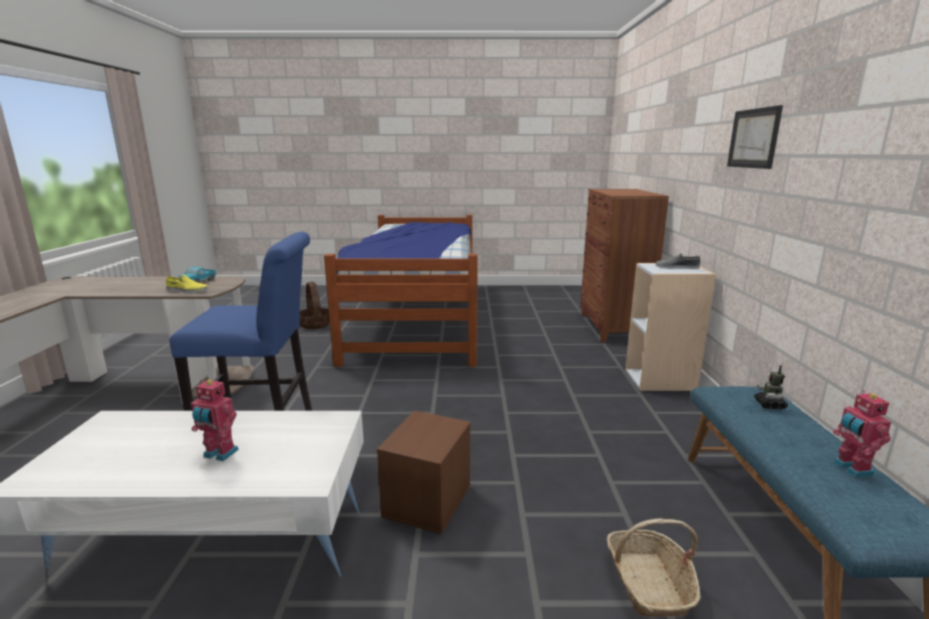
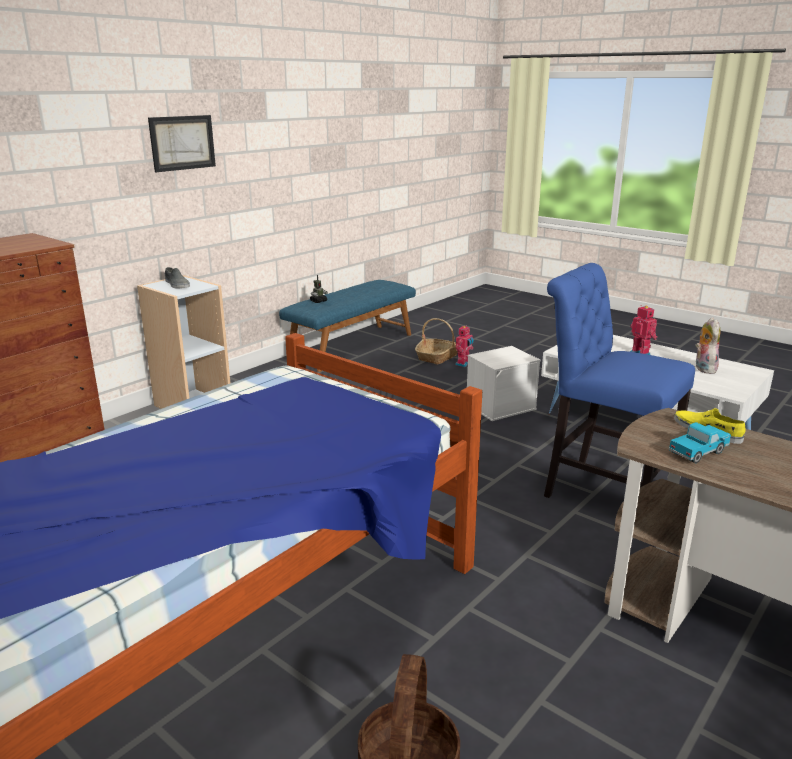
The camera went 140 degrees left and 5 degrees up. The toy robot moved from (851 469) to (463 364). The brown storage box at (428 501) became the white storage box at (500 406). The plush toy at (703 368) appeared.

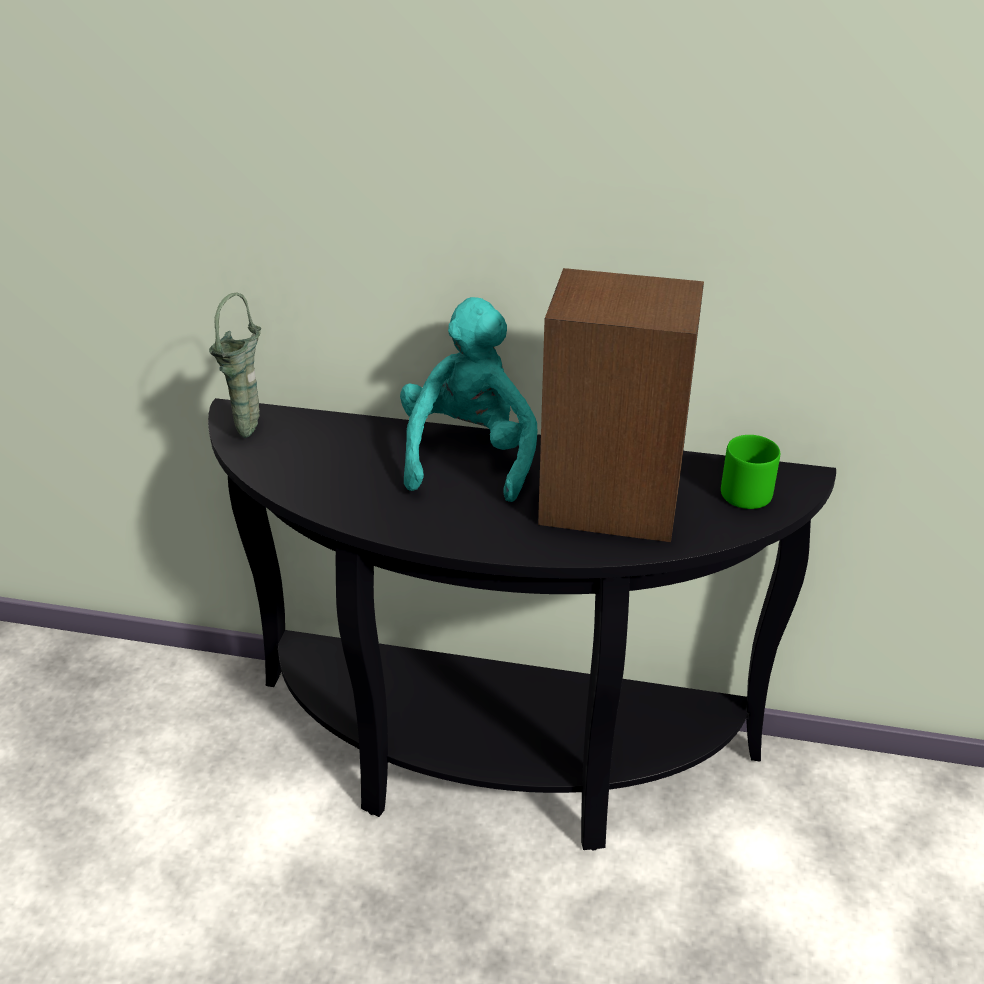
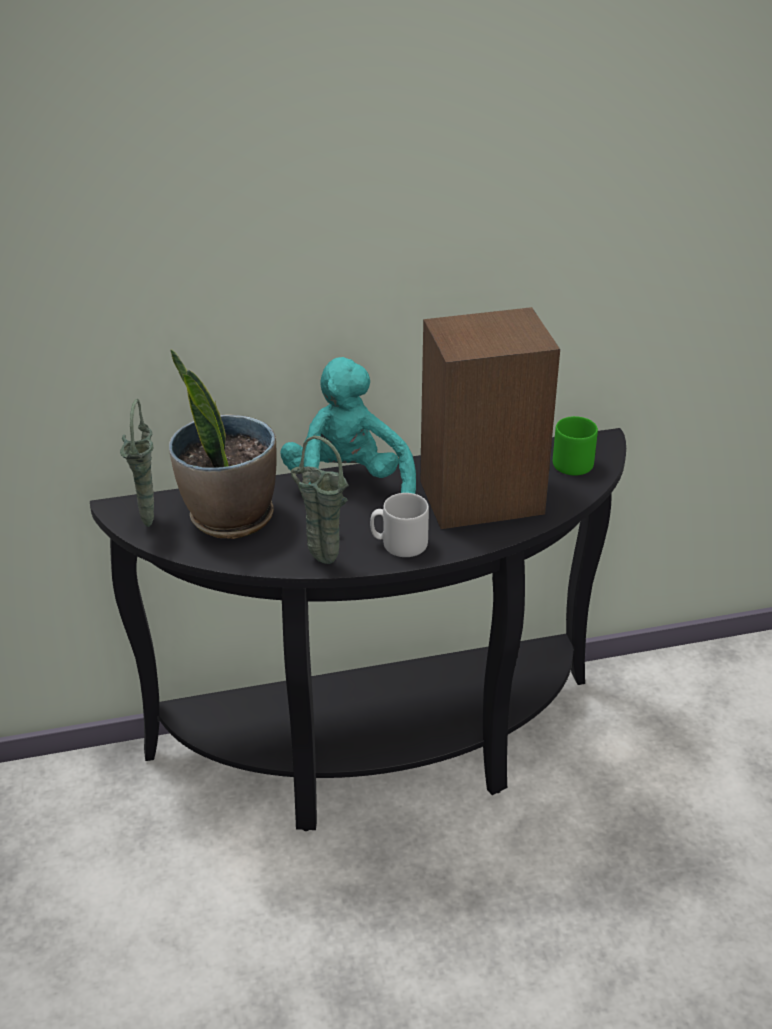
The camera went 25 degrees left and 0 degrees up. The potted plant at (229 517) appeared. The green vase at (320 560) appeared. The grey mug at (399 544) appeared.

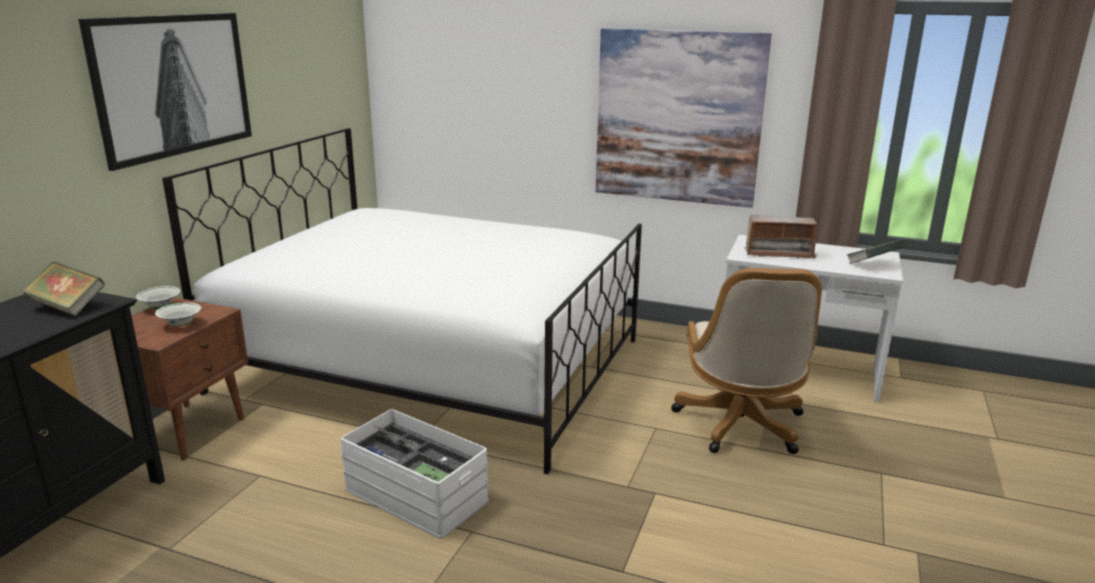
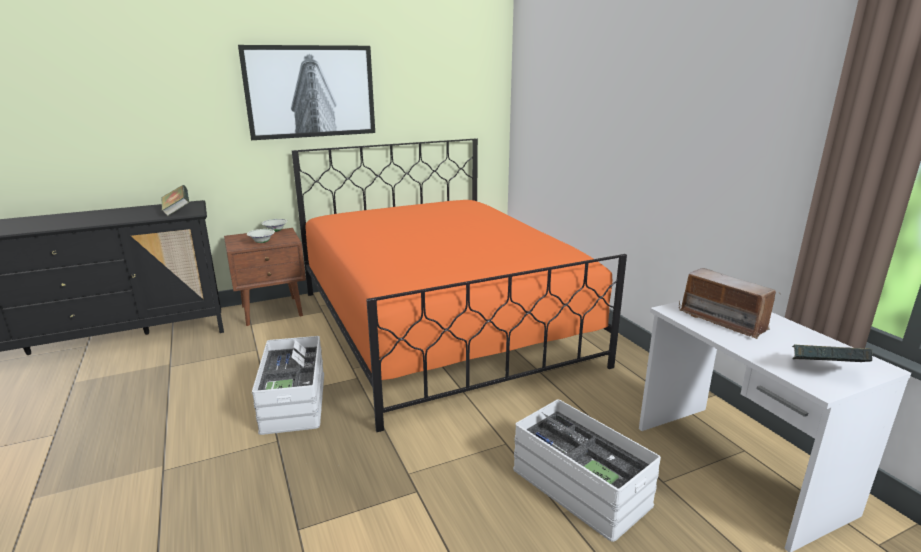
The camera went 45 degrees right and 0 degrees up. The white bed at (433 365) became the orange bed at (440 326). The office chair at (742 428) was replaced by the white storage box at (579 486). The picture at (678 117) disappeared.

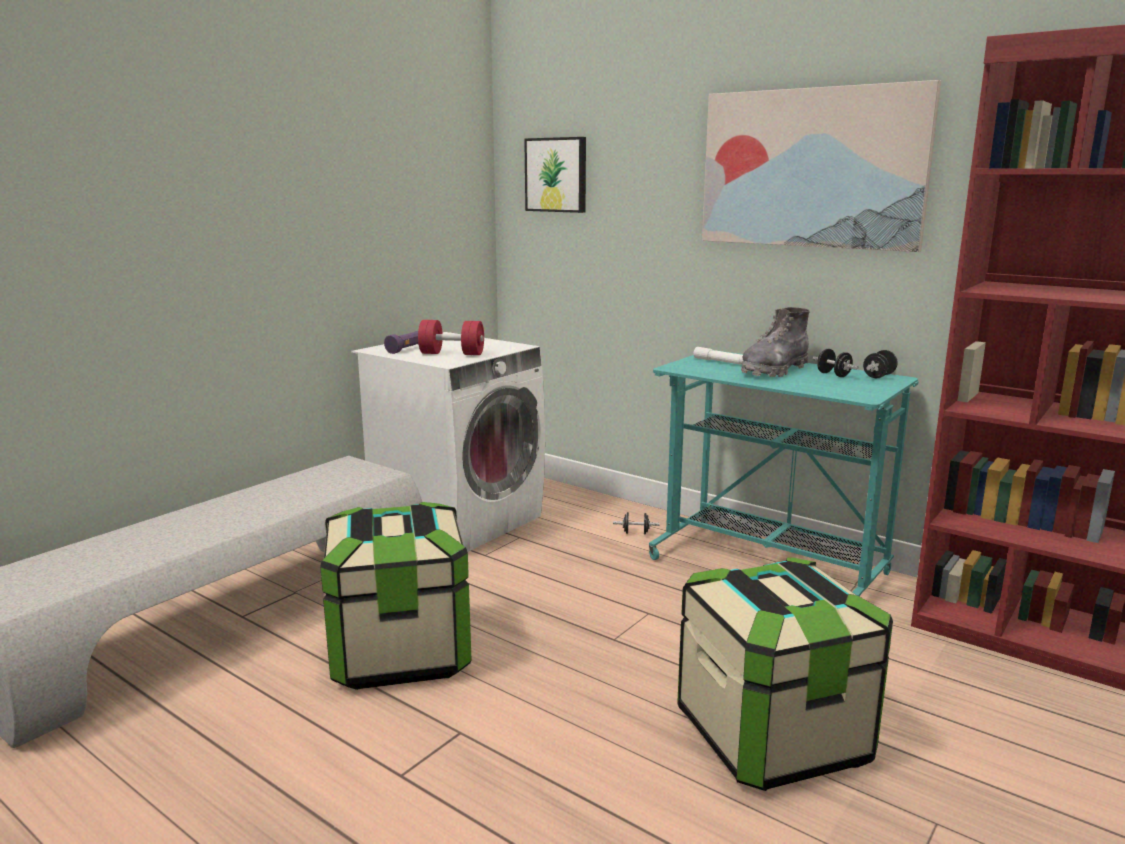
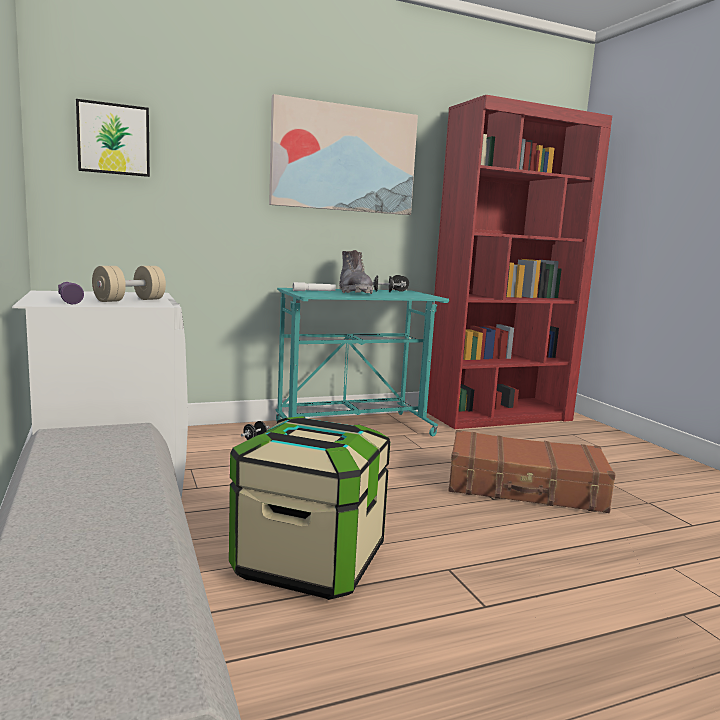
The camera went 60 degrees left and 5 degrees down. The red dumbbell at (452 354) became the beige dumbbell at (130 300). The storage box at (773 737) was replaced by the brown suitcase at (525 487).

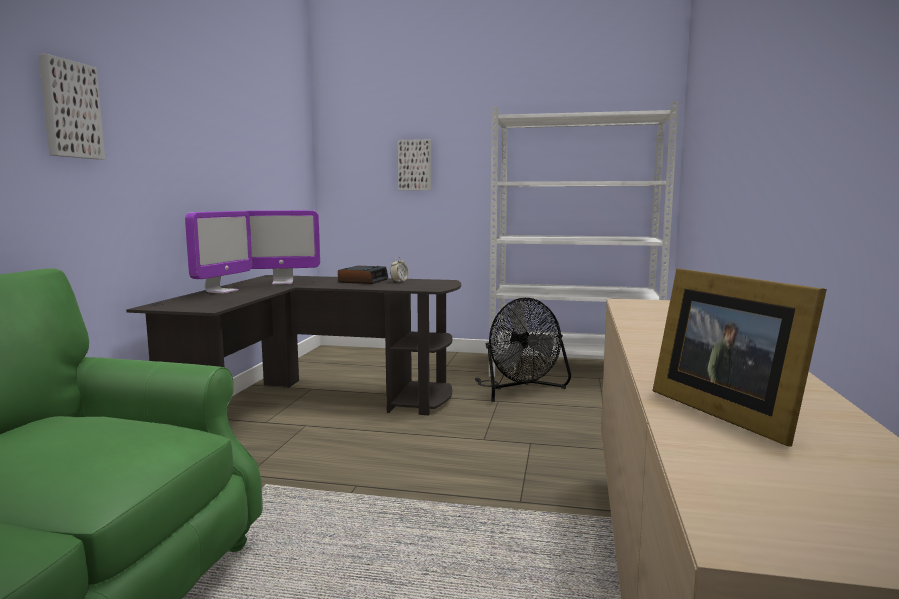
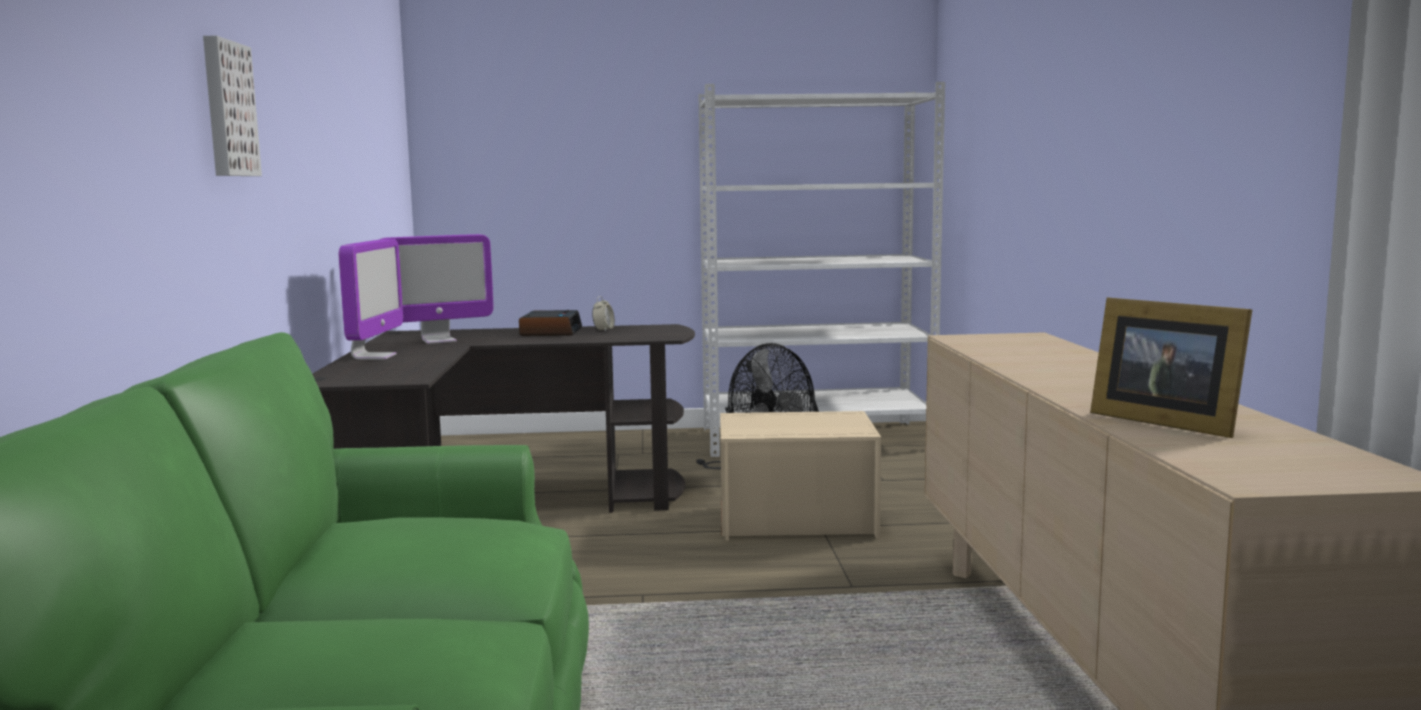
The camera went 15 degrees left and 0 degrees up. The beige storage box at (796 520) appeared. The picture at (415 165) disappeared.

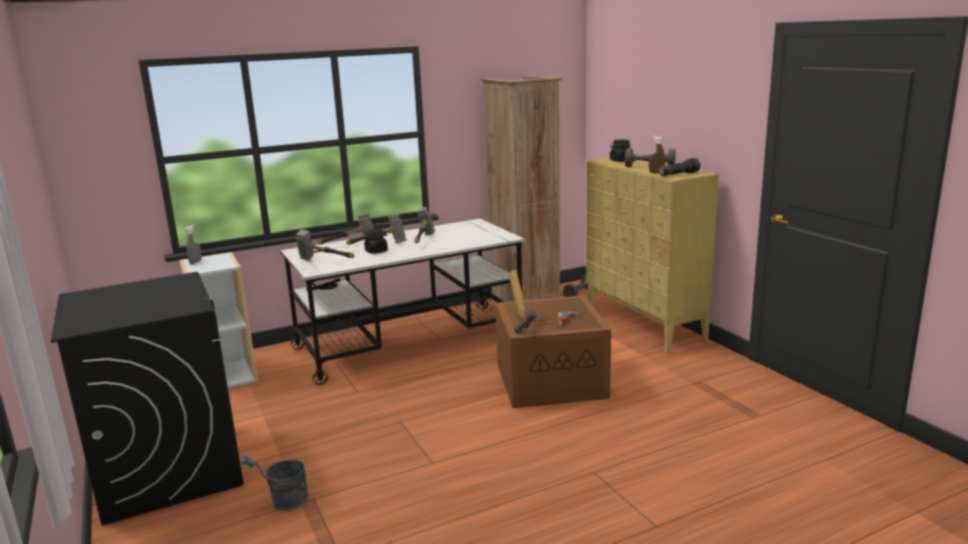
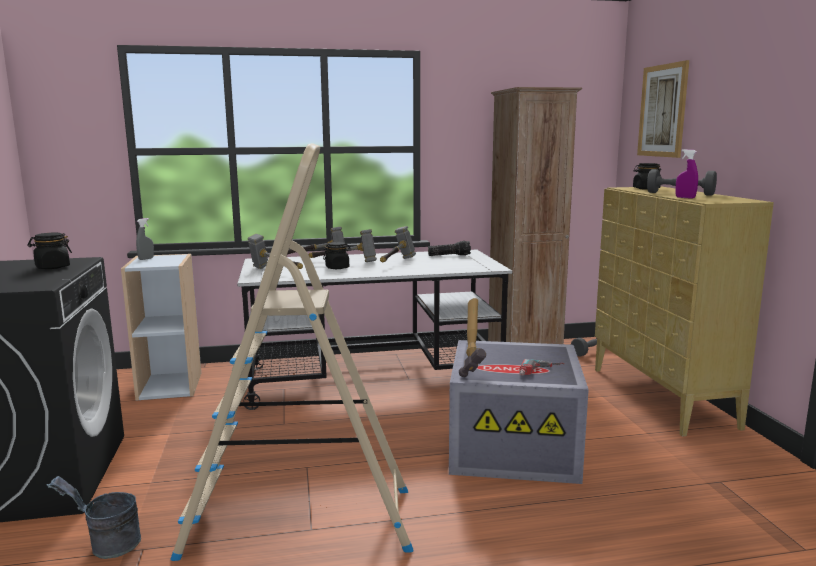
The camera went 15 degrees right and 5 degrees down. The black jar at (52 267) appeared. The beige step ladder at (297 523) appeared. The flashlight moved from (678 174) to (449 255). The brown storage box at (552 380) became the grey storage box at (515 446). The picture at (662 111) appeared. The brown spray bottle at (656 173) became the purple spray bottle at (685 198).

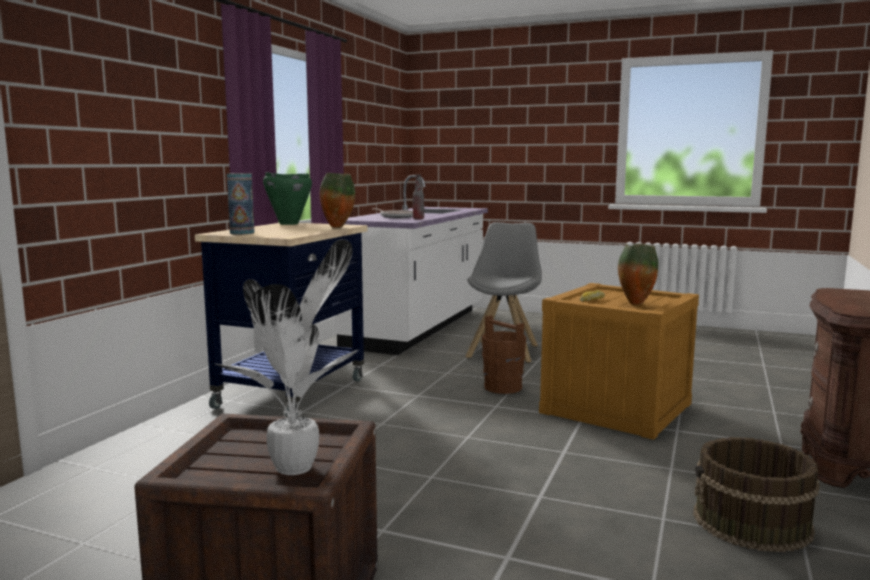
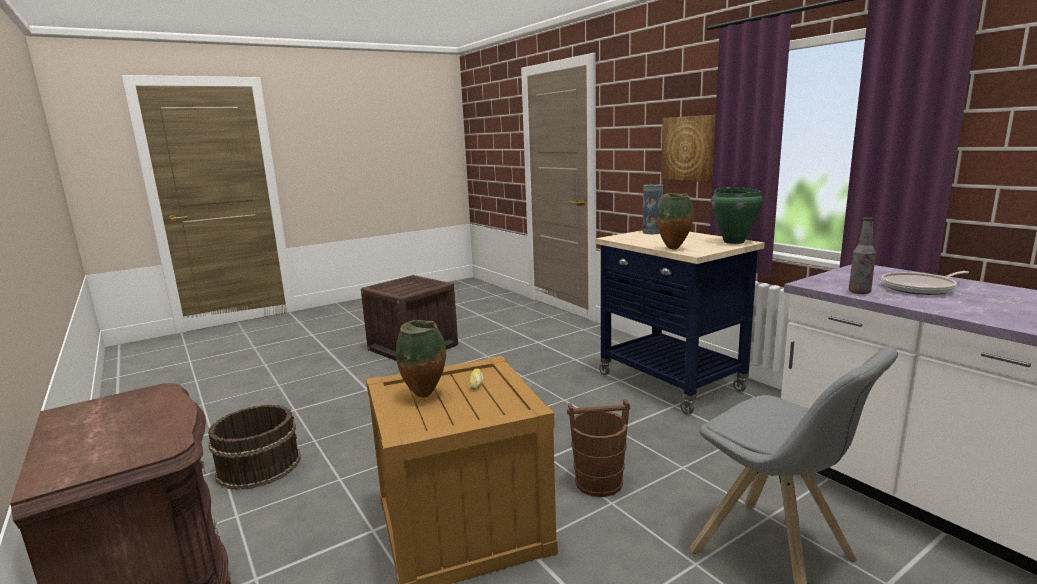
The camera went 125 degrees right and 5 degrees up. The picture at (689 148) appeared. The potted plant at (298 466) disappeared.

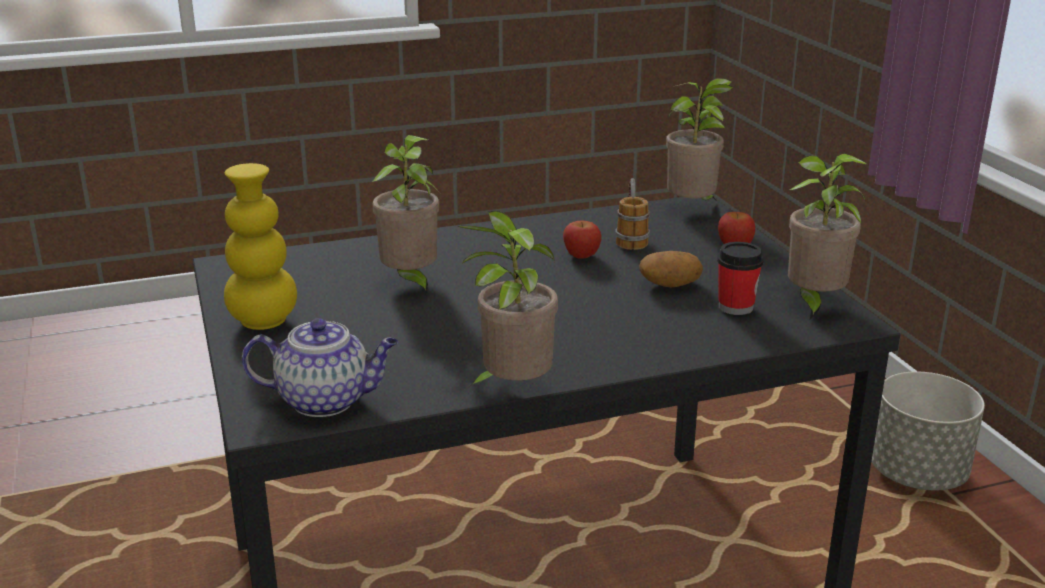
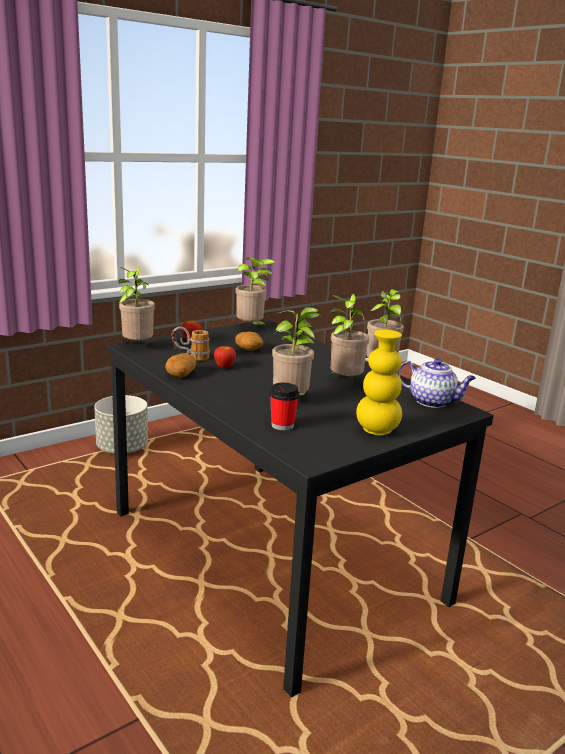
The camera went 110 degrees left and 5 degrees down. The potato at (180 374) appeared. The cup moved from (735 307) to (282 425). The potted plant at (343 382) appeared. The teapot at (326 400) turned 135 degrees clockwise.

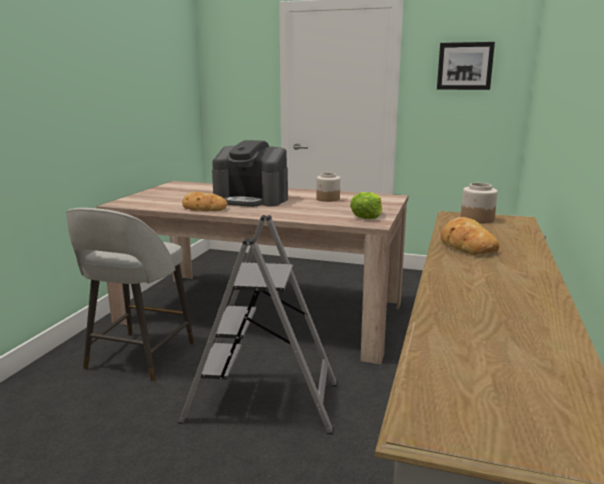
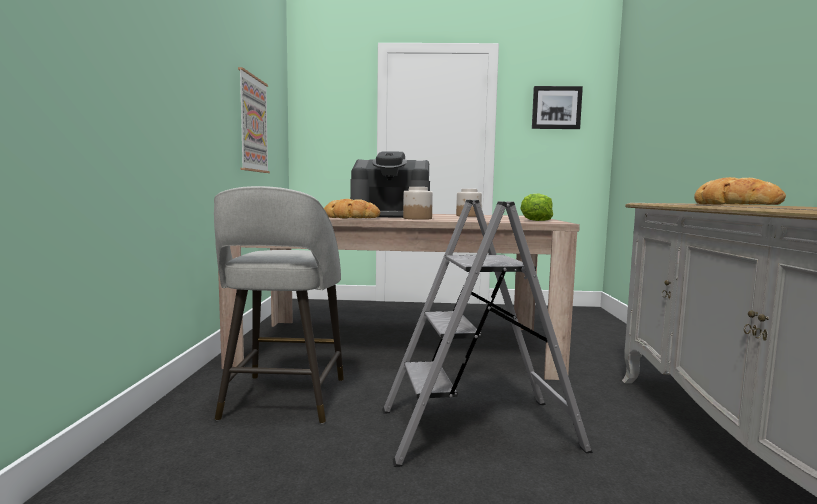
The camera went 15 degrees left and 10 degrees down. The picture at (253 124) appeared. The jar moved from (476 219) to (417 218).

